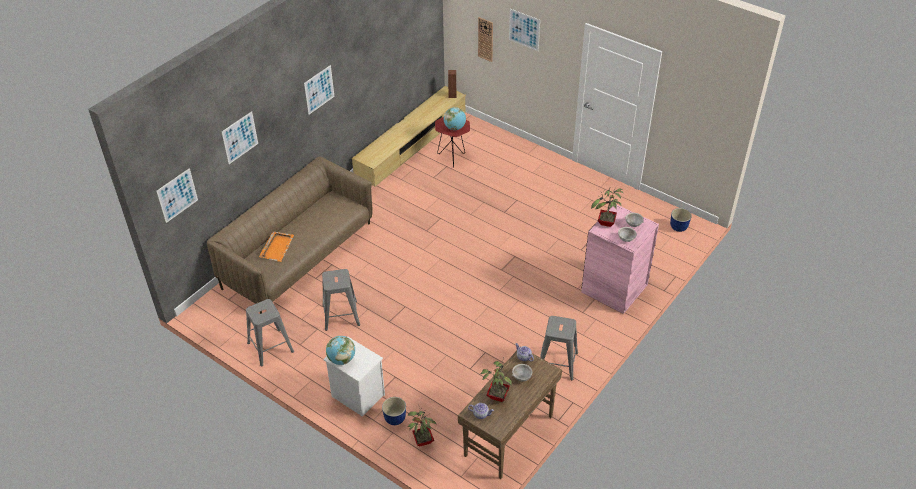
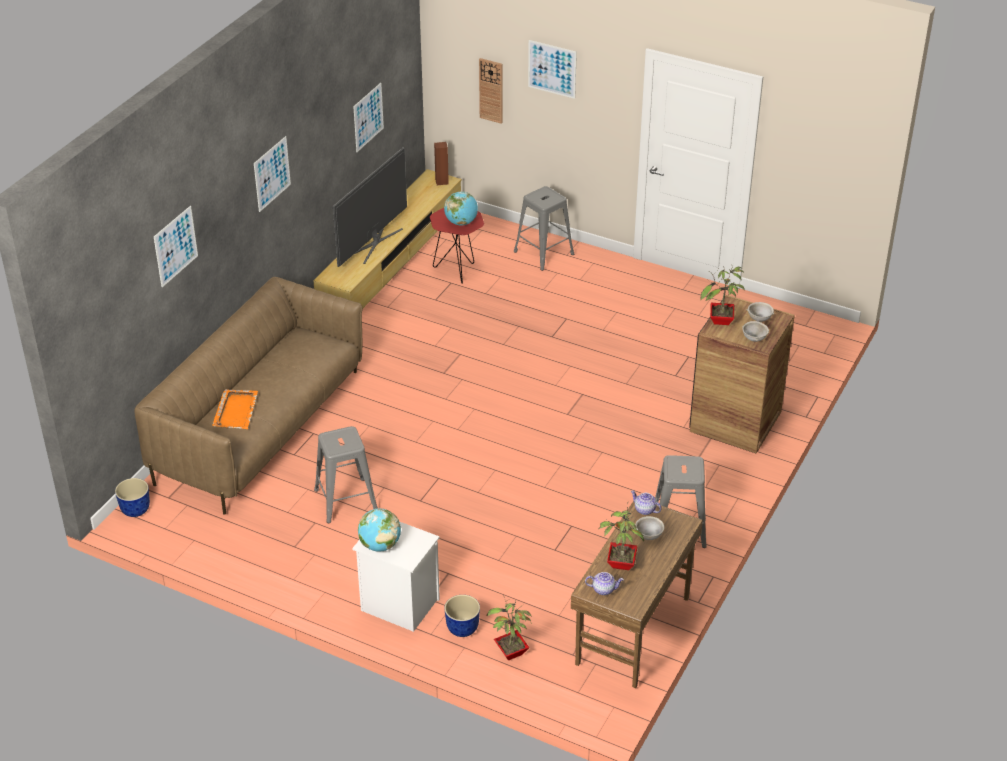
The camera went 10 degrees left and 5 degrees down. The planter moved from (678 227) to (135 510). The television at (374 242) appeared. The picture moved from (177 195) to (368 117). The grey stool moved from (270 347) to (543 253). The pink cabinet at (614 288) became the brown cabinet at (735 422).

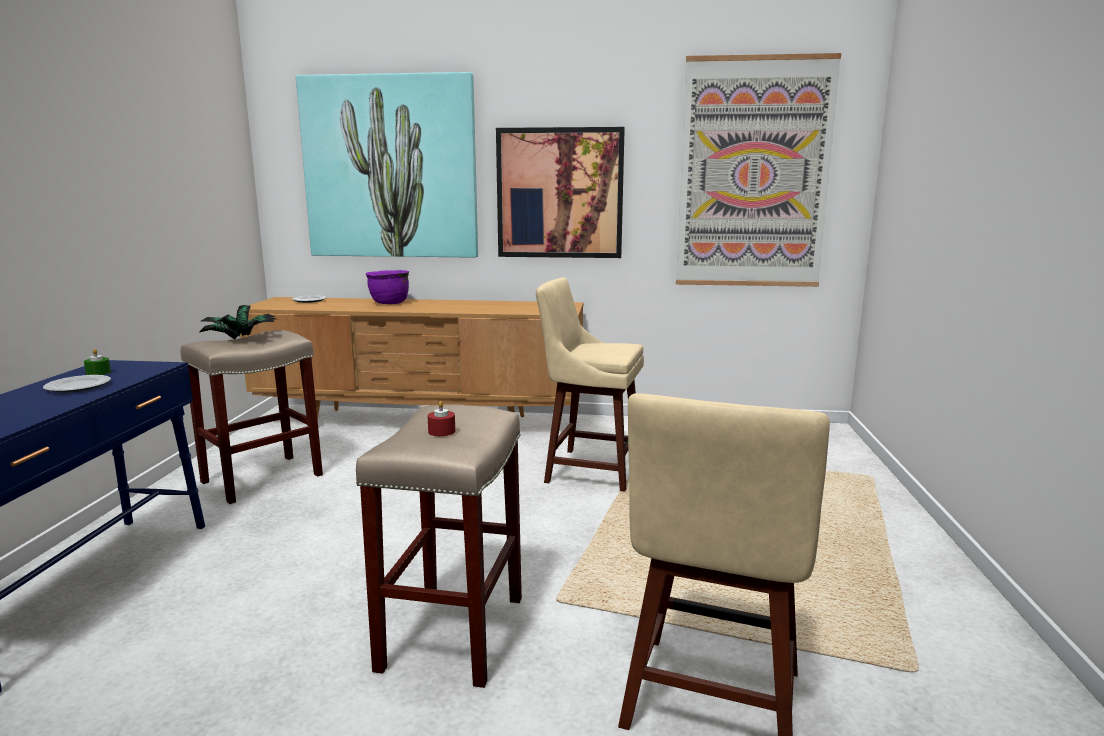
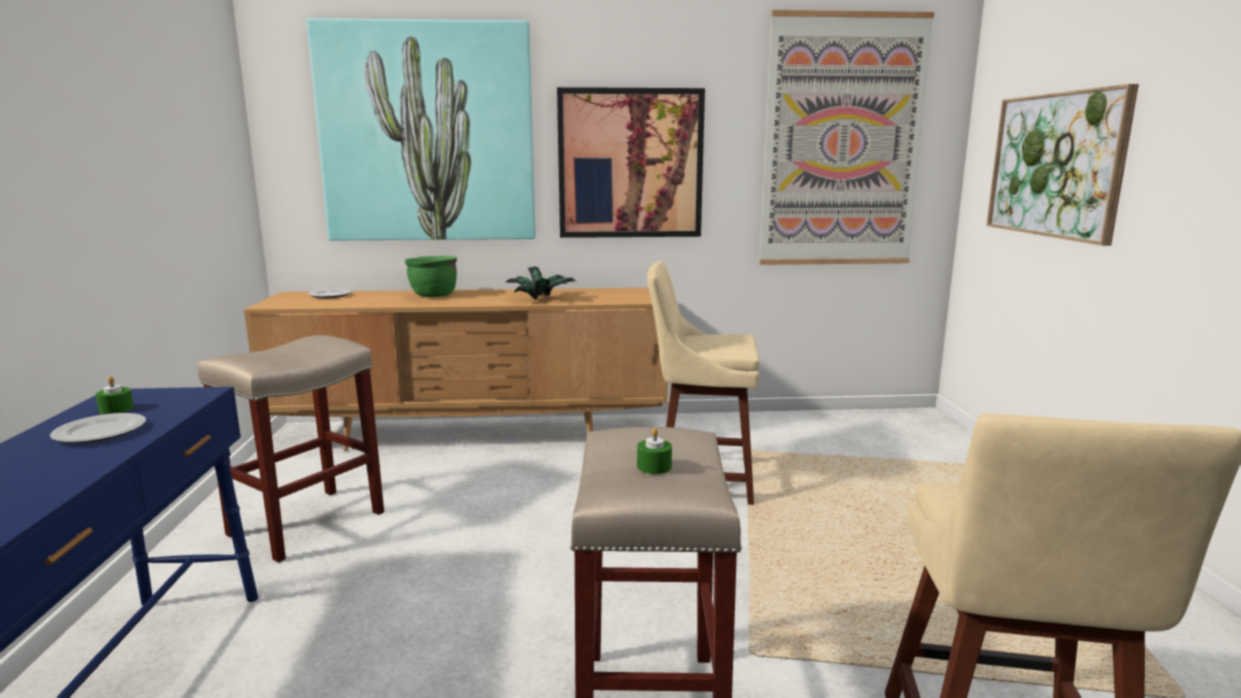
The camera went 10 degrees left and 0 degrees up. The purple cooking pot at (389 303) became the green cooking pot at (433 295). The potted plant moved from (241 339) to (541 299). The red candle at (441 431) became the green candle at (654 466). The picture at (1055 165) appeared.

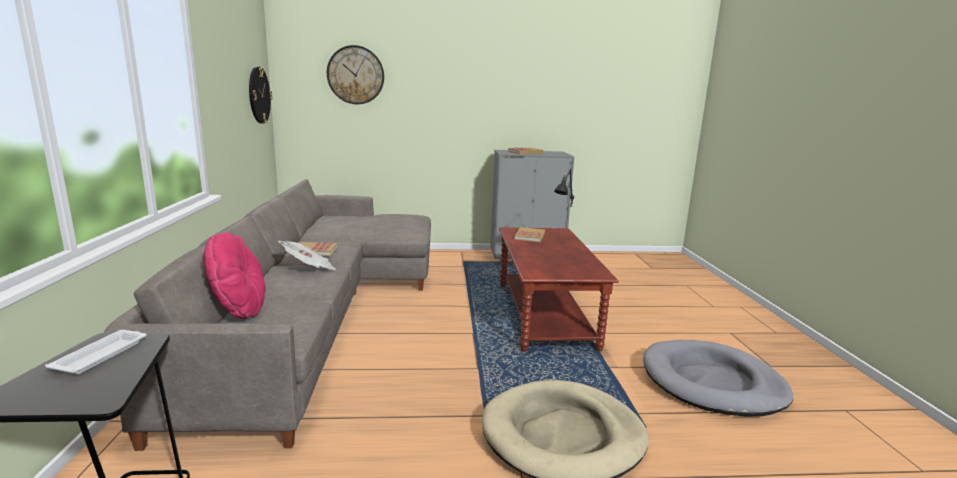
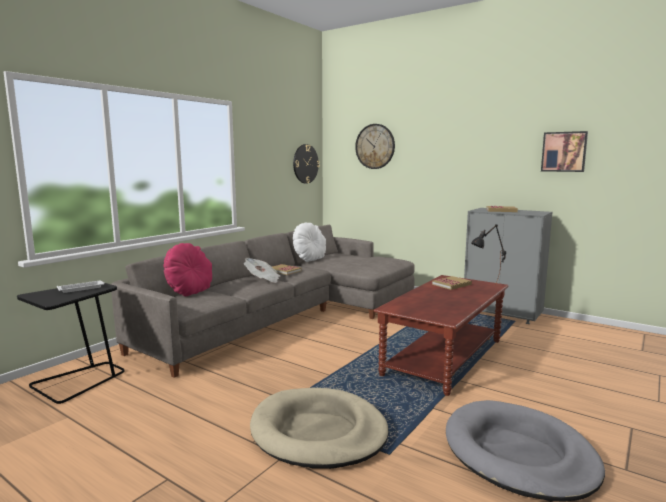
The camera went 40 degrees right and 5 degrees down. The white pillow at (309 260) appeared. The picture at (564 151) appeared.

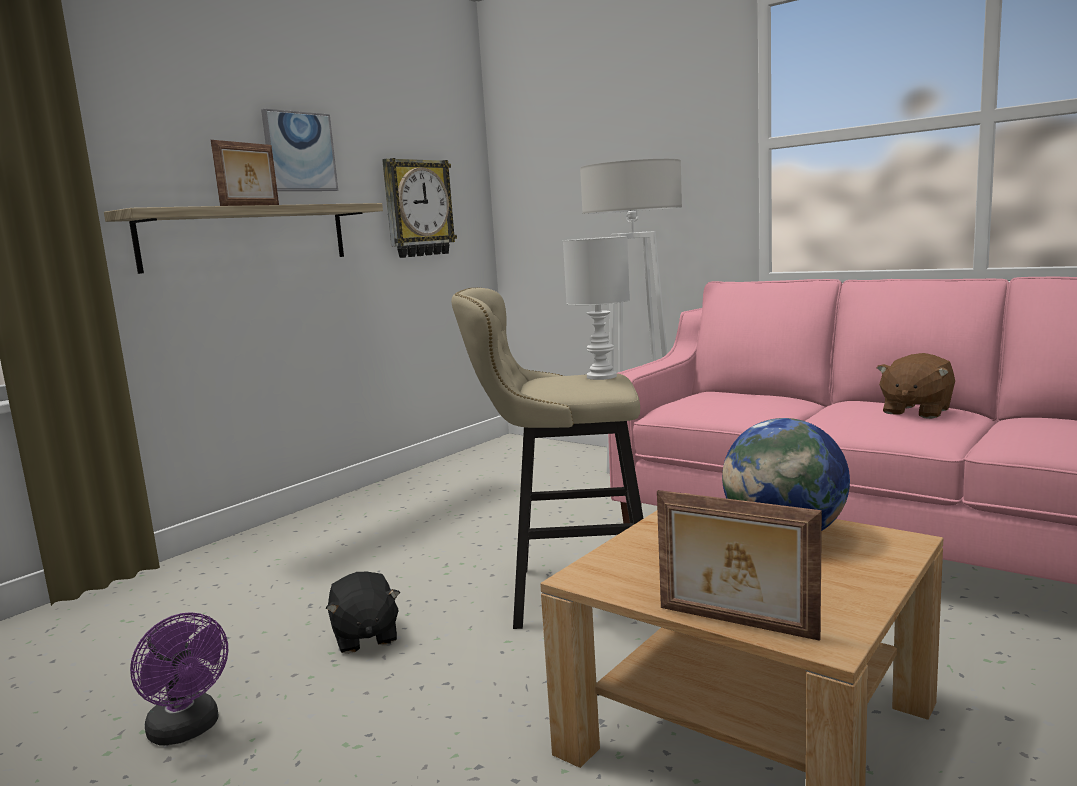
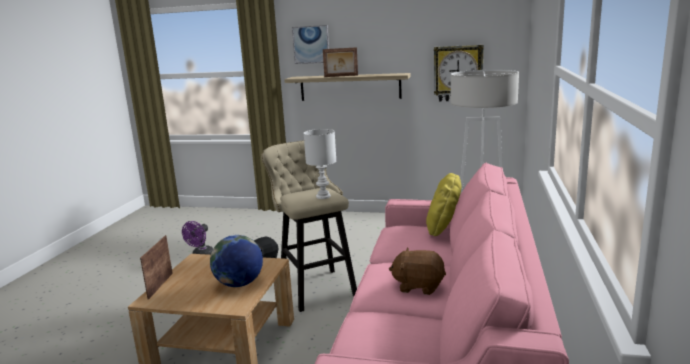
The camera went 65 degrees right and 5 degrees up. The picture moved from (299 152) to (311 44). The yellow pillow at (443 231) appeared.

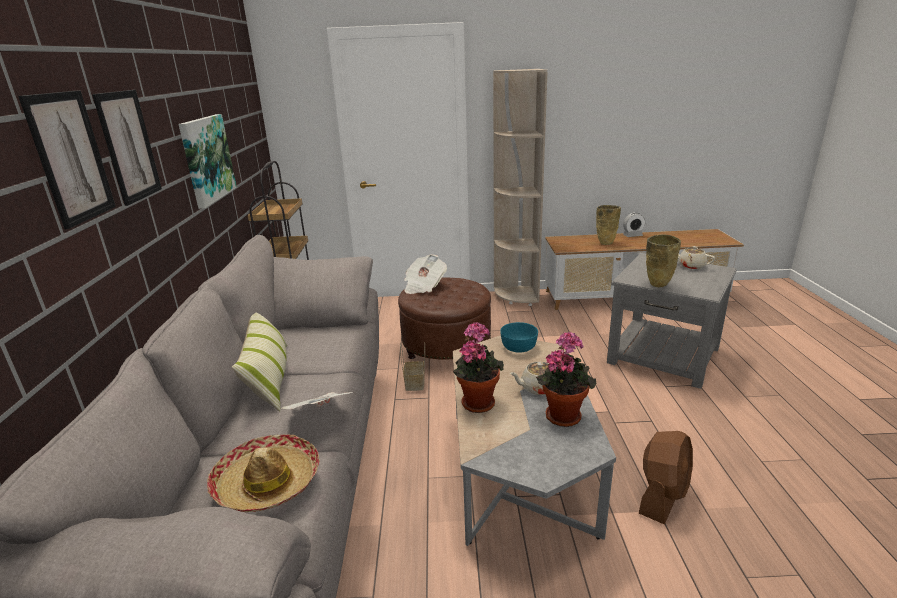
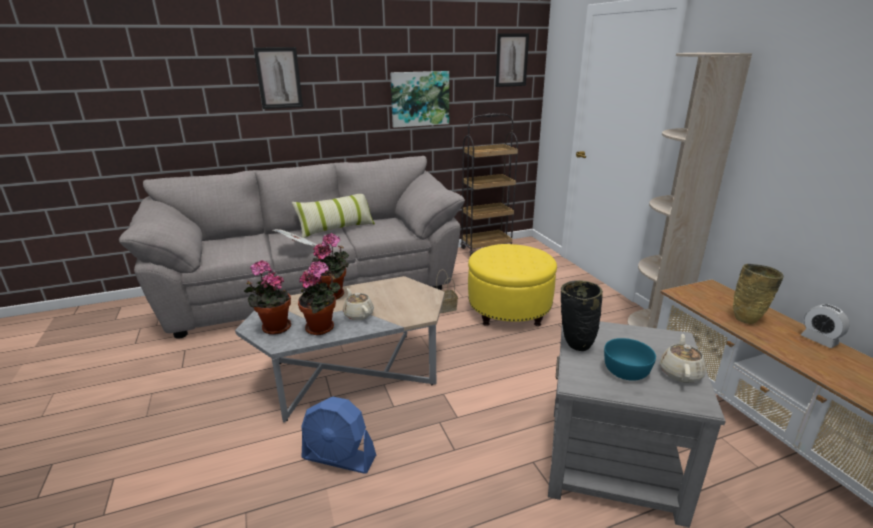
The camera went 70 degrees right and 0 degrees up. The potted plant at (273 328) appeared. The brown fan at (662 495) became the blue fan at (339 457). The brown ottoman at (446 348) became the yellow ottoman at (509 311). The picture moved from (129 146) to (511 60). The beige vase at (657 285) became the black vase at (575 345). The turquoise bowl moved from (519 347) to (626 371). The hat at (267 482) disappeared. The newspaper at (424 286) disappeared.

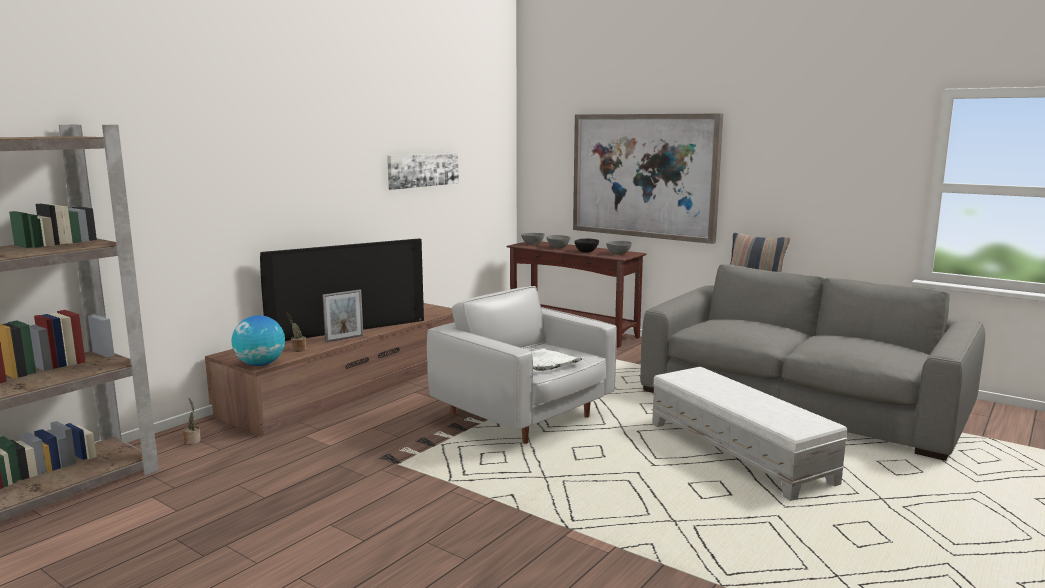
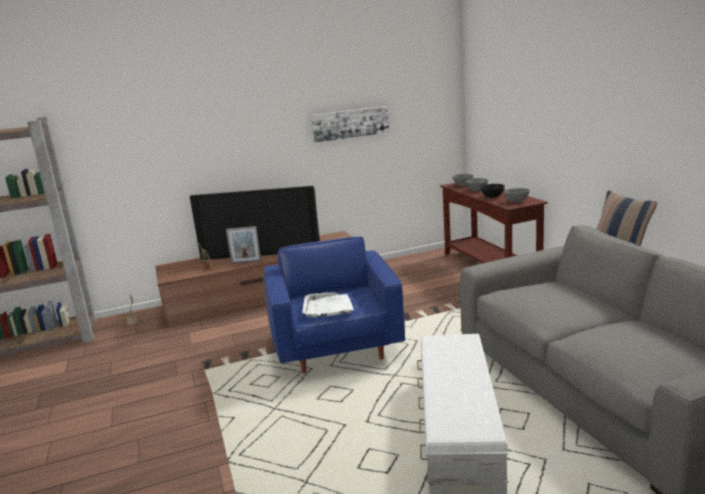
The camera went 35 degrees right and 5 degrees up. The white armchair at (524 417) became the blue armchair at (336 348). The globe at (260 364) disappeared. The picture at (644 175) disappeared.

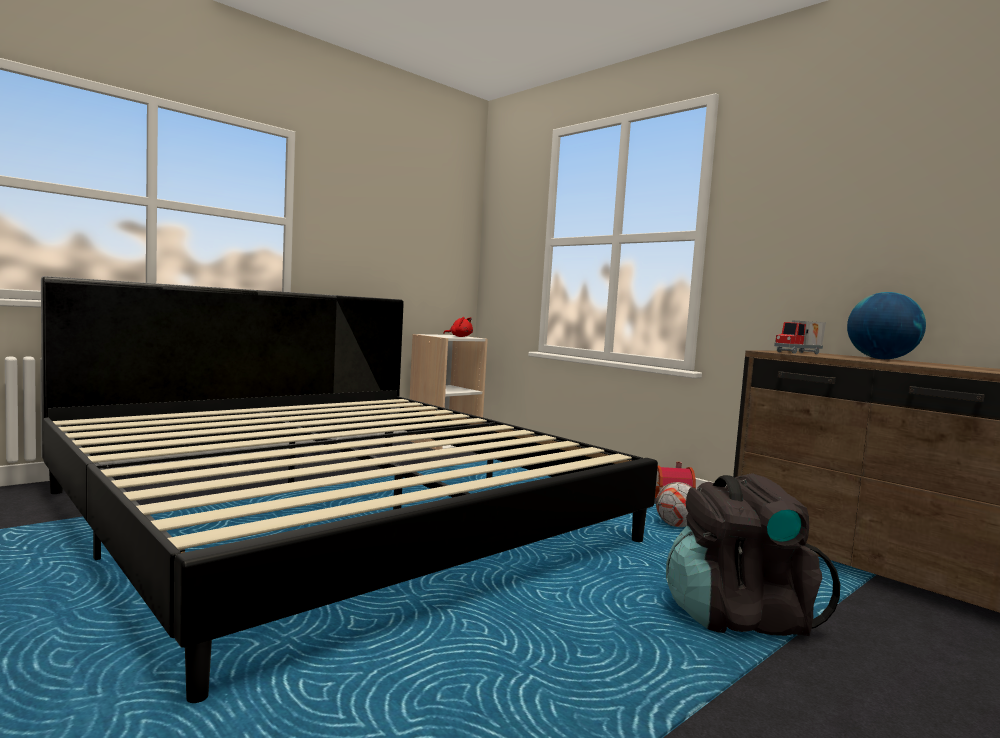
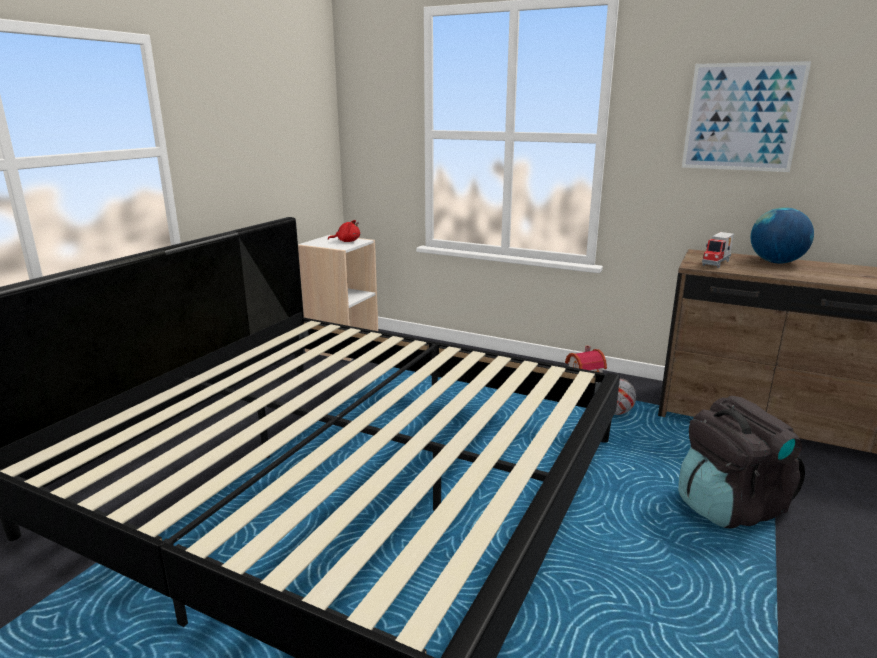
The camera went 20 degrees left and 15 degrees up. The picture at (742 117) appeared.

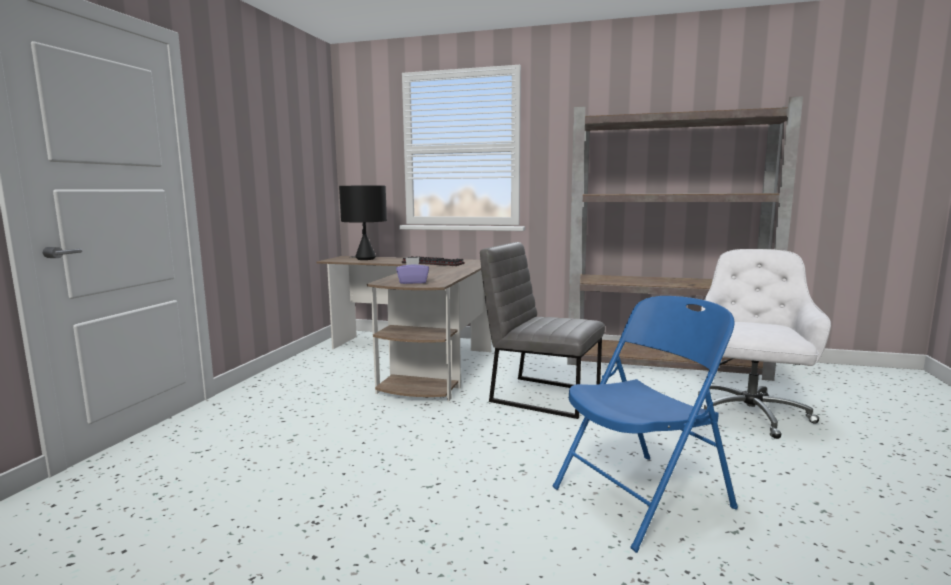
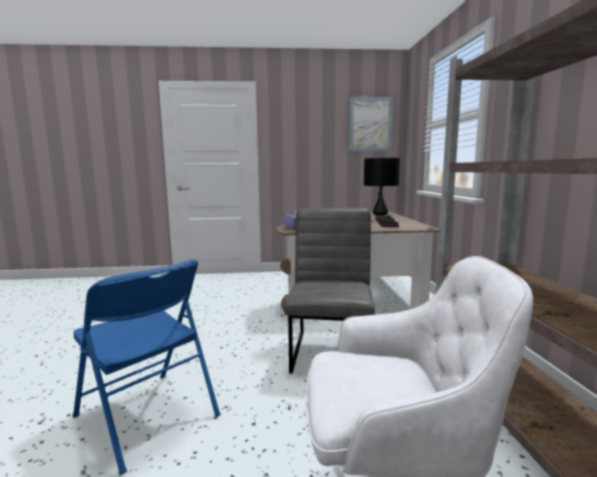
The camera went 70 degrees right and 0 degrees up. The picture at (370 124) appeared.

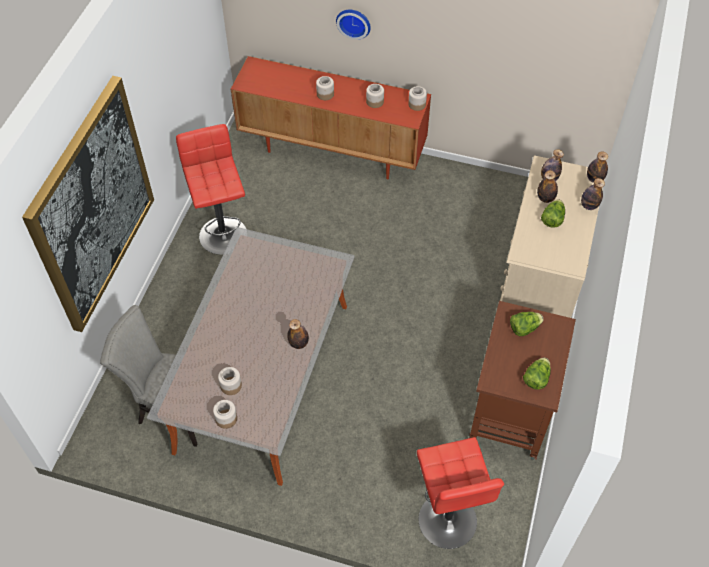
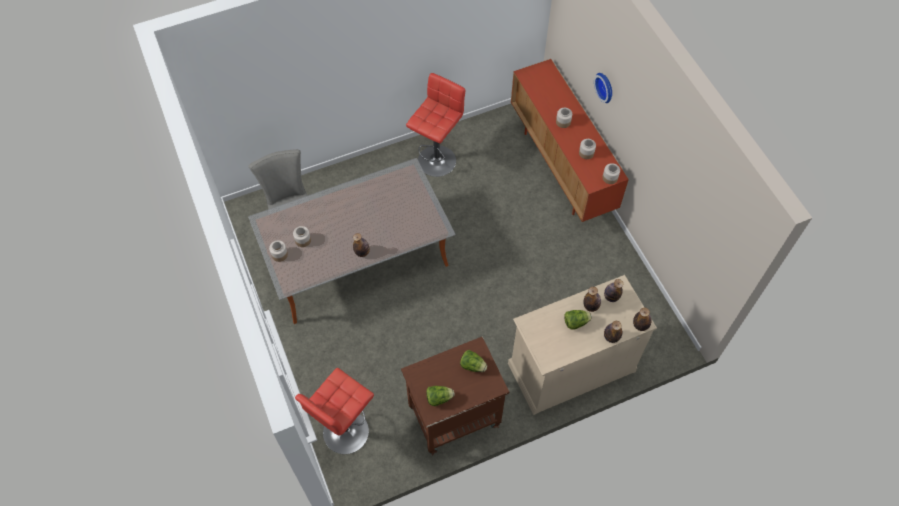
The camera went 50 degrees right and 5 degrees up. The picture at (92 206) disappeared.

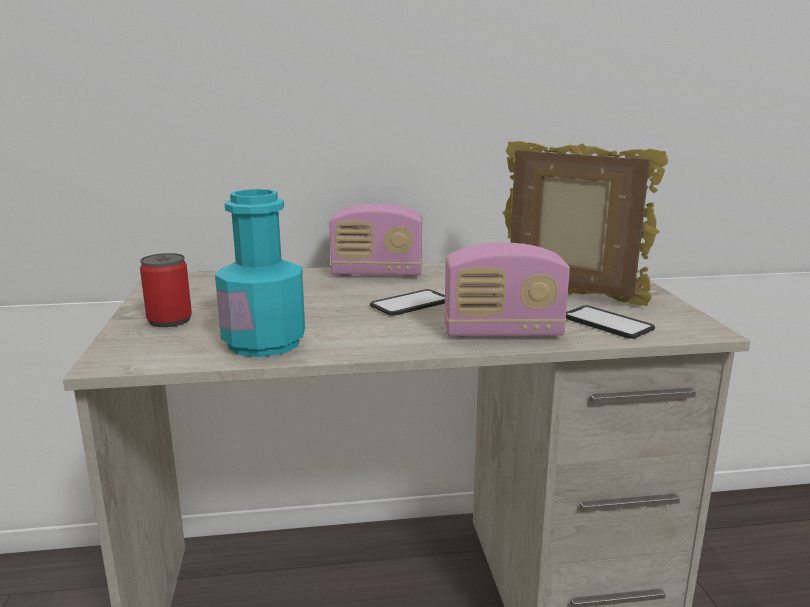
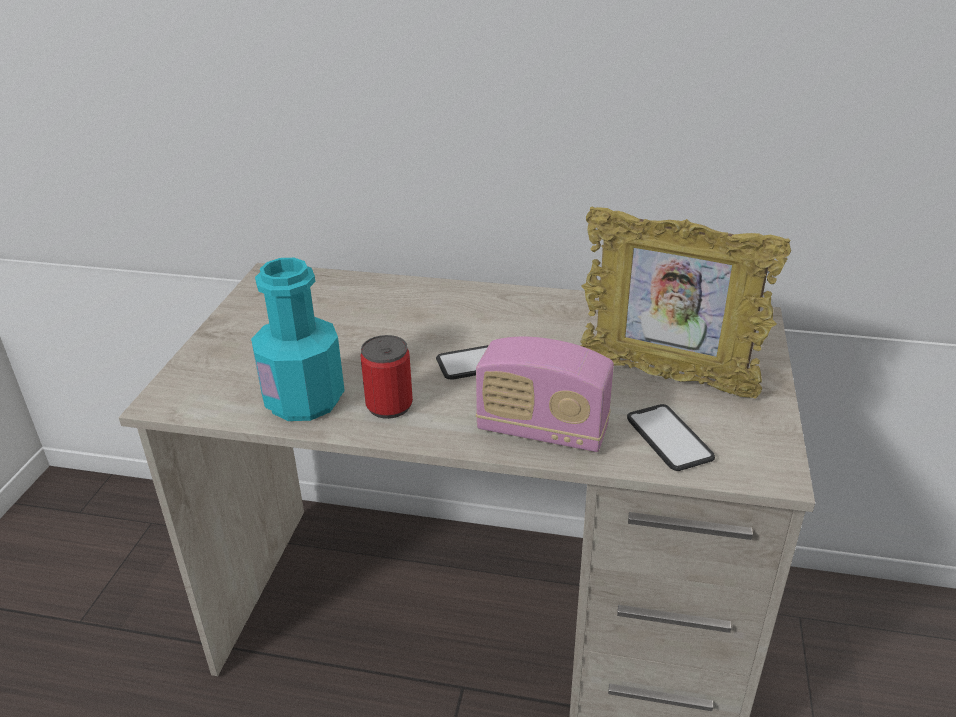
The camera went 20 degrees right and 15 degrees up. The can moved from (169 320) to (389 406). The picture frame at (569 295) turned 150 degrees clockwise. The radio at (377 273) disappeared.

